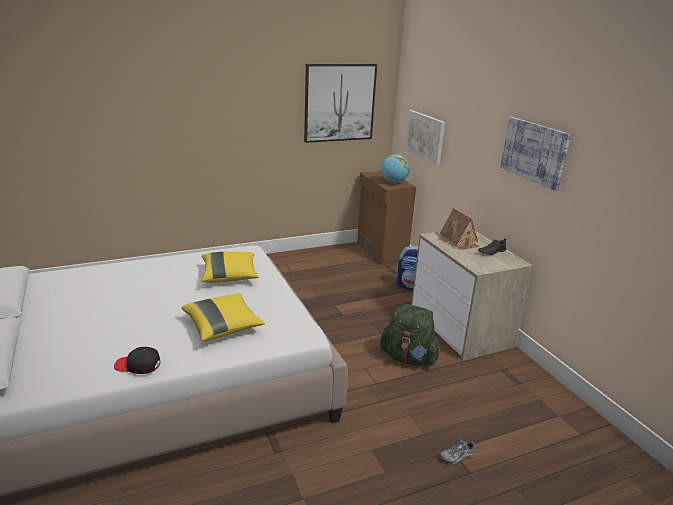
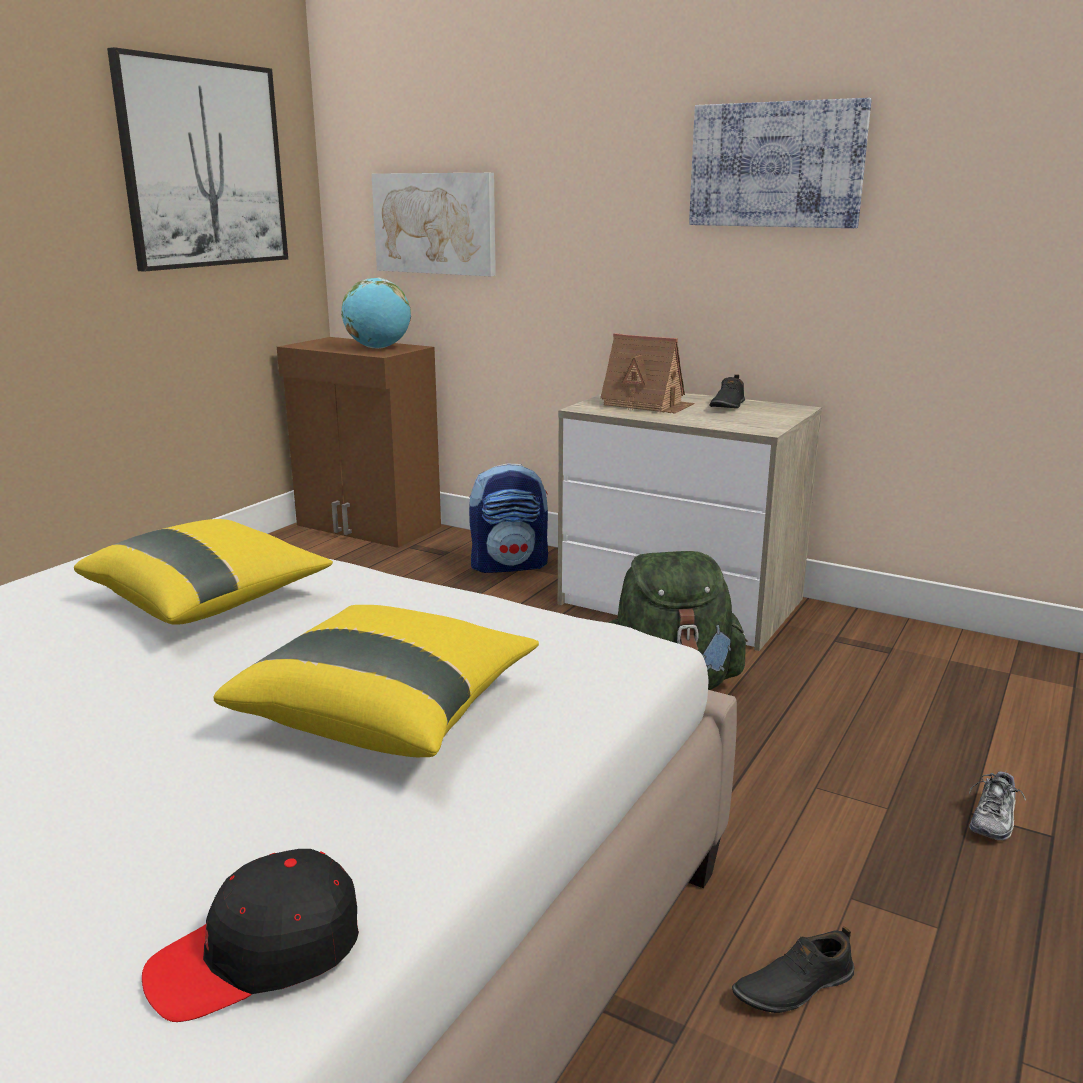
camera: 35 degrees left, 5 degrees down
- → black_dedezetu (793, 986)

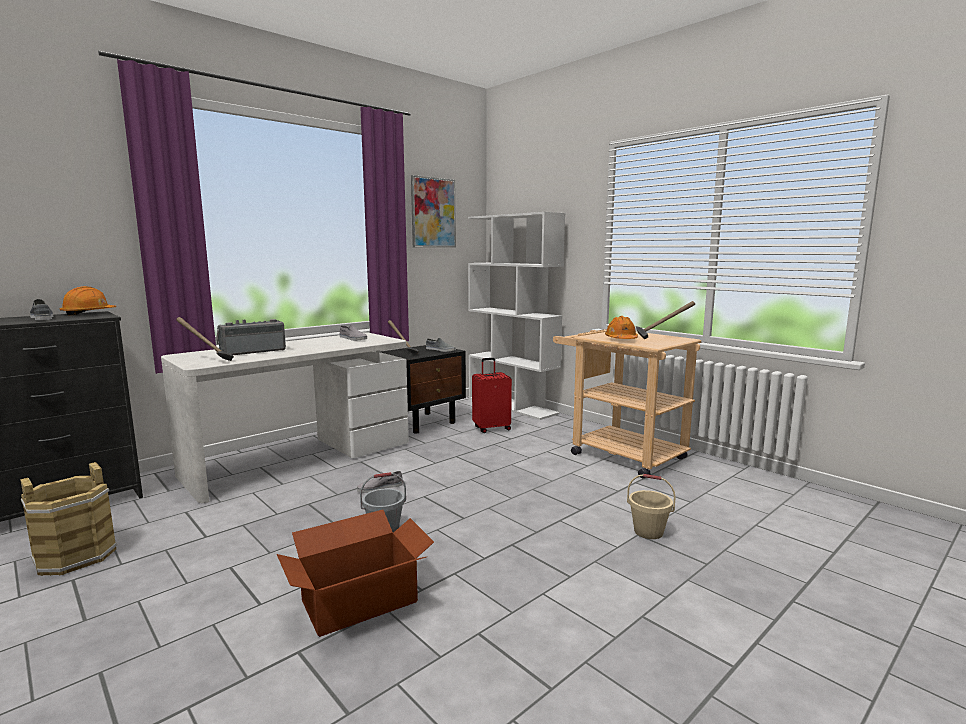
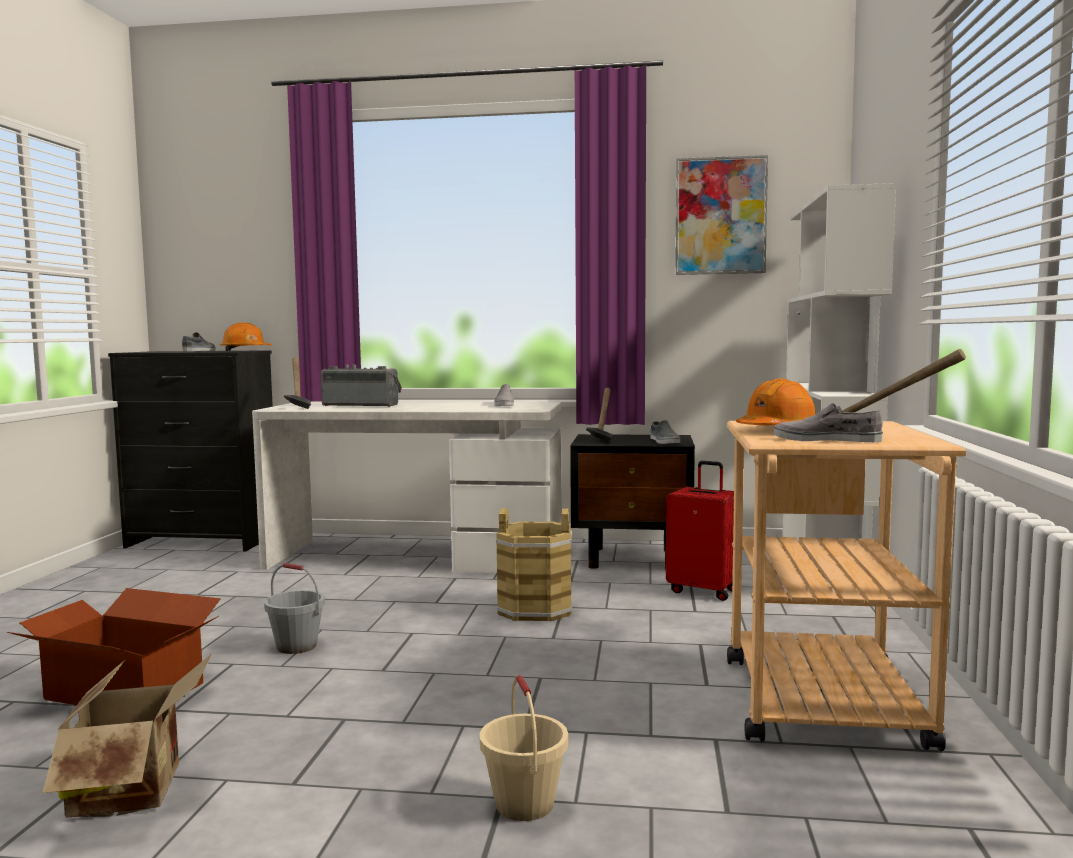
camera: 50 degrees right, 5 degrees down
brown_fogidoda (75, 555) → brown_fogidoda (535, 608), moved
grey_dedezetu (380, 487) → grey_dedezetu (827, 440), moved
- → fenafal (136, 790)

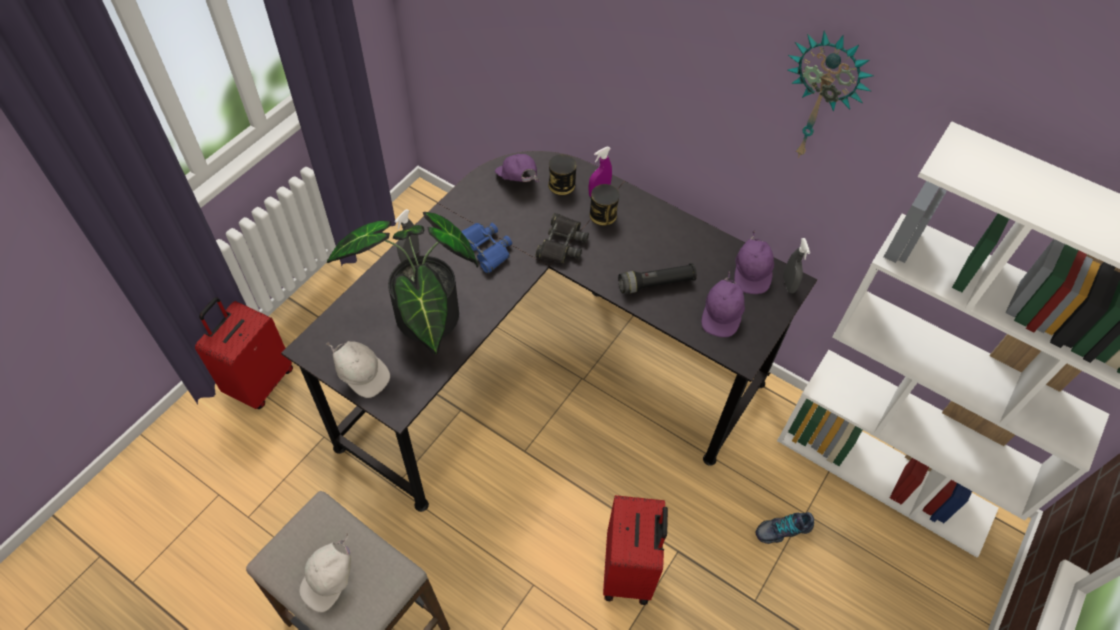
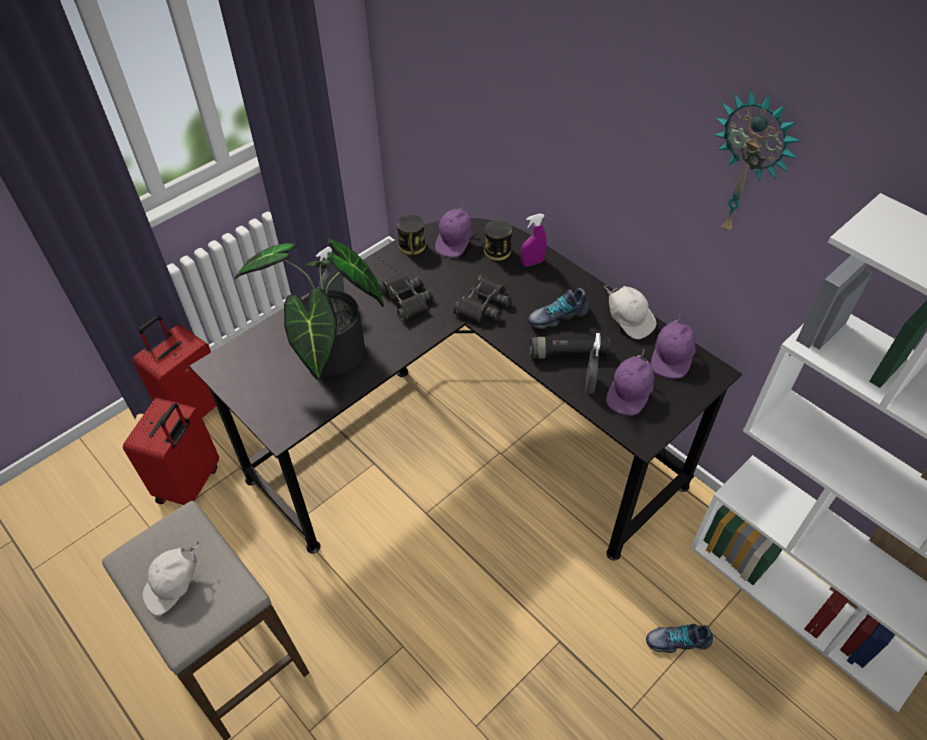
camera: 15 degrees right, 5 degrees down
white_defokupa (362, 374) → white_defokupa (629, 320), moved
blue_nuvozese (484, 249) → black_nuvozese (405, 300)
purple_defokupa (517, 180) → purple_defokupa (455, 242), 135 degrees counterclockwise
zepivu (603, 215) → zepivu (412, 246), moved
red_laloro (629, 570) → red_laloro (190, 484), moved
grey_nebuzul (788, 284) → grey_nebuzul (590, 384), moved
- → dedezetu (557, 316)

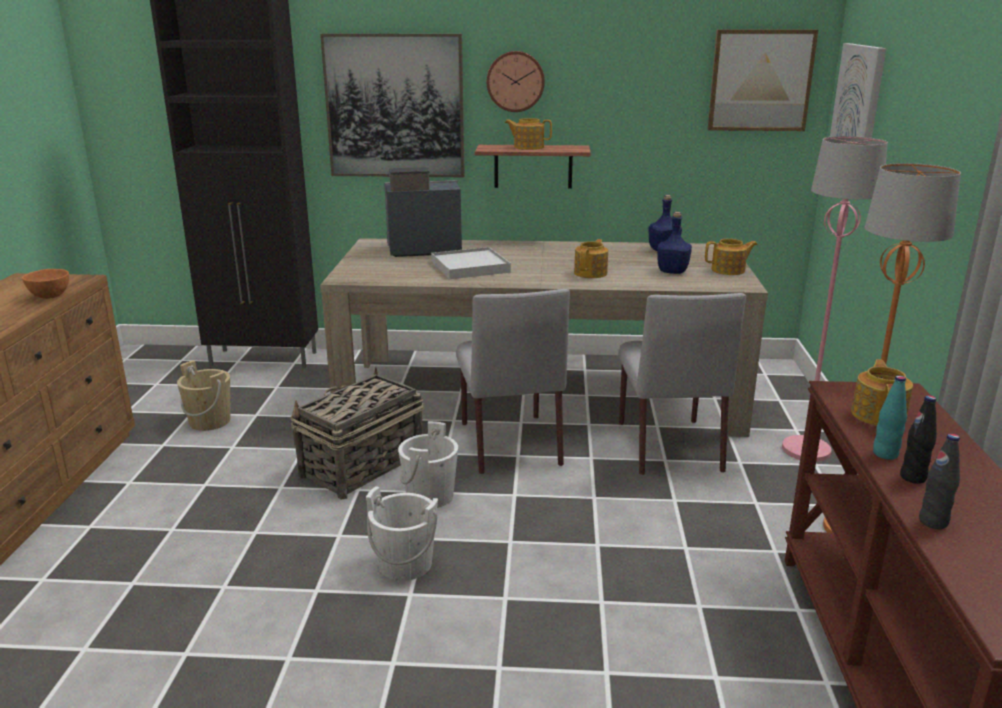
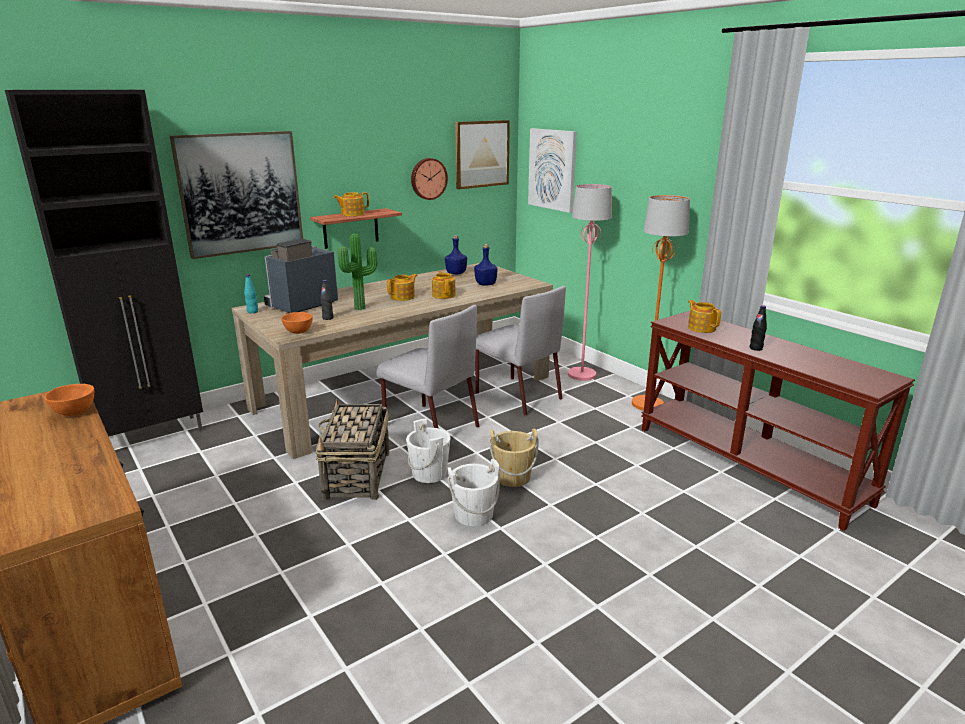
camera: 40 degrees left, 0 degrees up
beige_fogidoda (210, 421) → beige_fogidoda (512, 477), moved
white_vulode (470, 267) → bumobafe (361, 308)
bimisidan (515, 81) → bimisidan (428, 178), moved
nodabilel (729, 270) → nodabilel (403, 297), moved
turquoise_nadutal (885, 454) → turquoise_nadutal (252, 311), moved
black_nadutal (933, 522) → black_nadutal (328, 318), moved
- → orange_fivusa (298, 332)

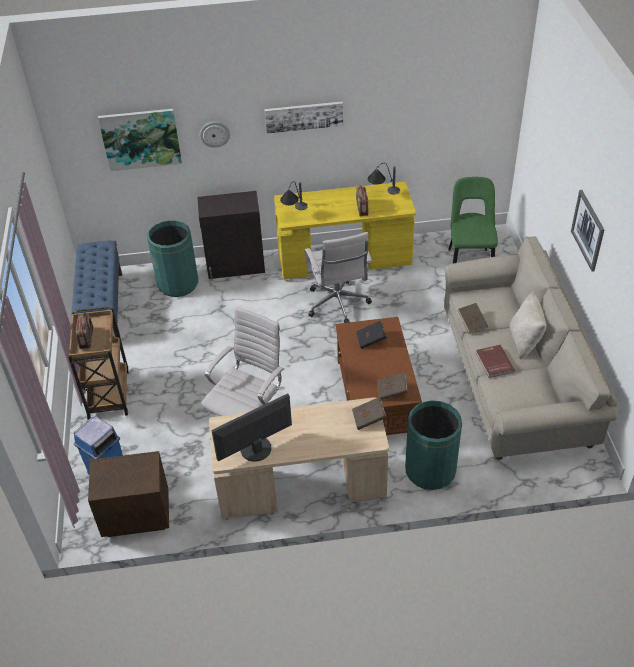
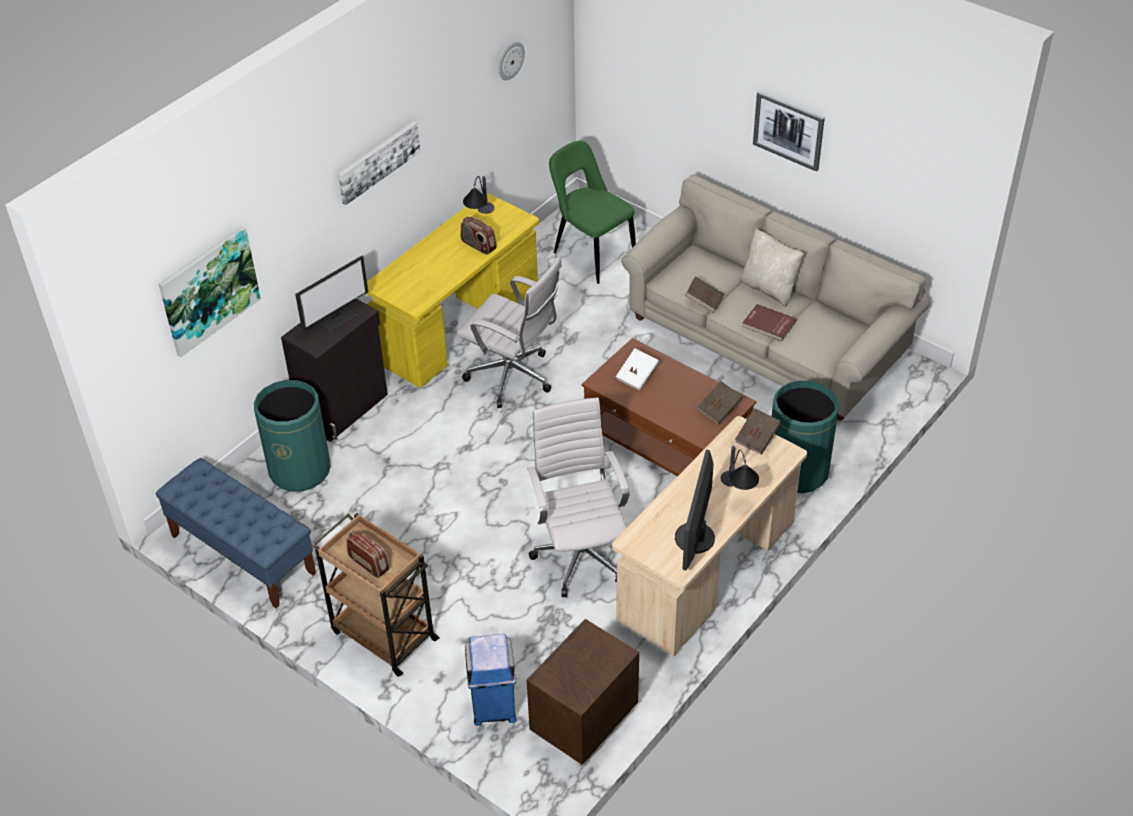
camera: 45 degrees left, 0 degrees up
bimisidan (214, 134) → bimisidan (510, 60), moved
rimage (294, 213) → rimage (737, 494), moved
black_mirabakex (371, 340) → white_mirabakex (637, 376)
- → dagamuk (336, 317)

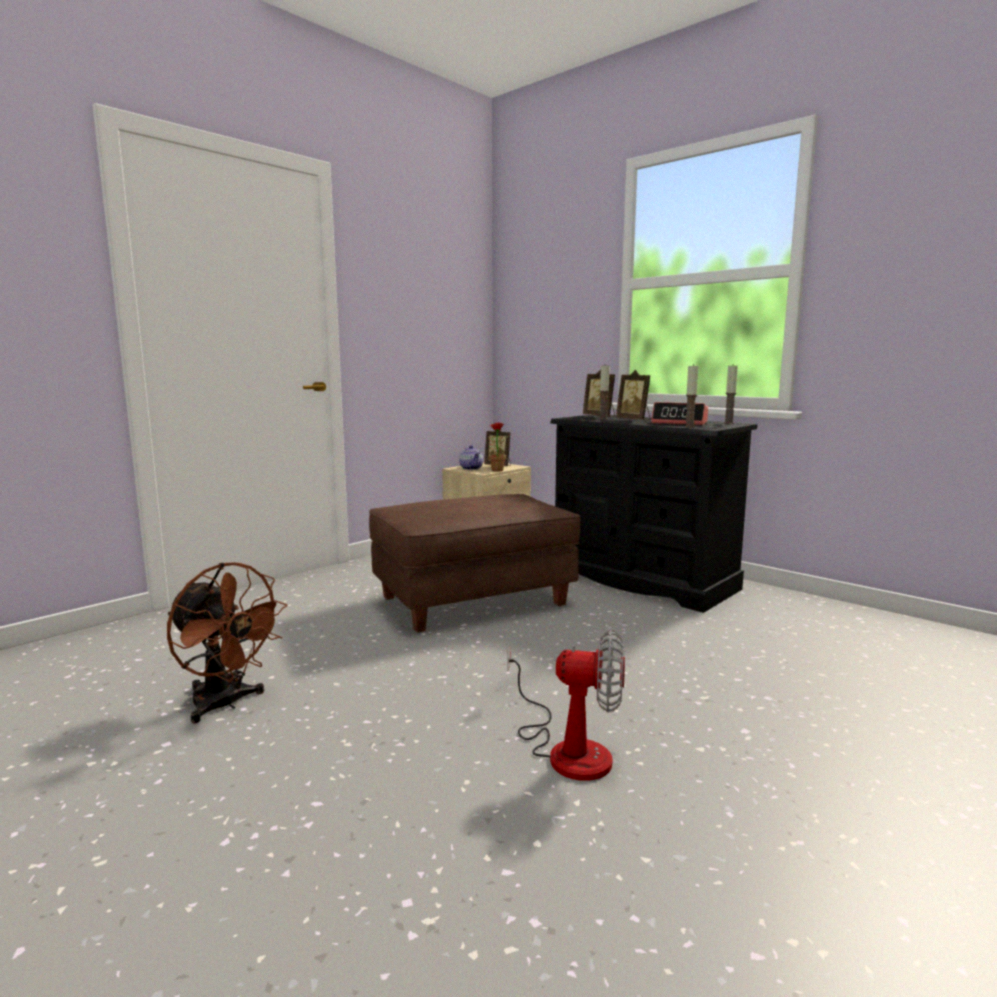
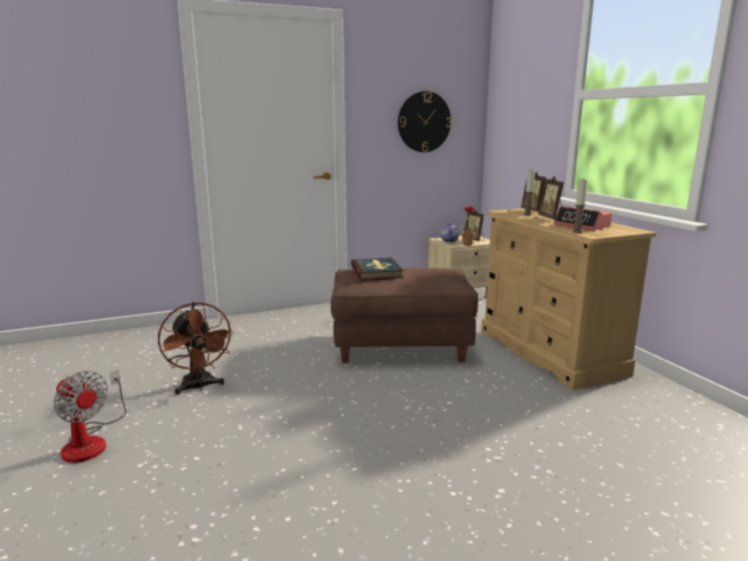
camera: 25 degrees right, 5 degrees up
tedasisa (567, 748) → tedasisa (91, 441), moved
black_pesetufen (642, 580) → beige_pesetufen (549, 352)
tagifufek (728, 423) → -
- → mirabakex (376, 272)
- → bimisidan (424, 122)

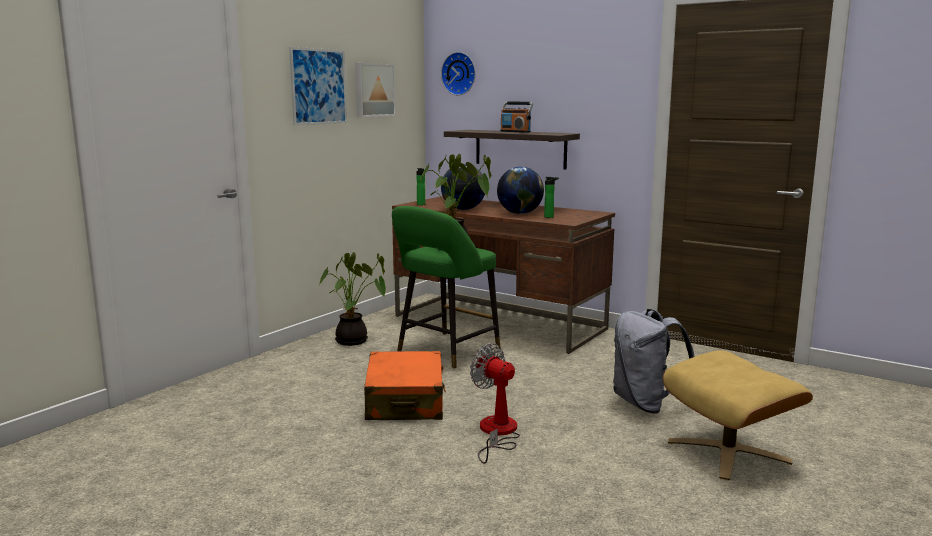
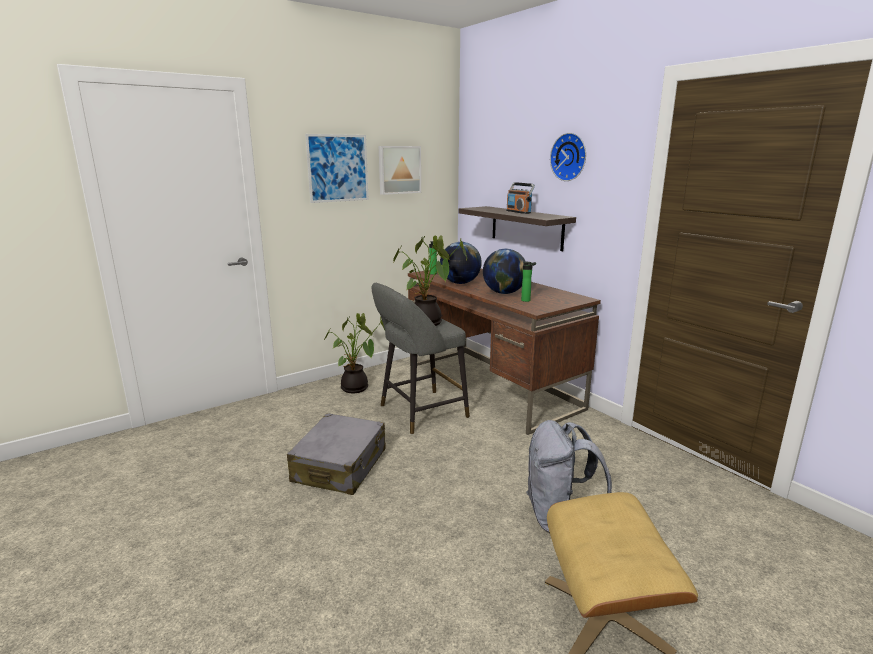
camera: 20 degrees right, 5 degrees up
orange_laloro (405, 401) → grey_laloro (340, 466)
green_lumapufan (445, 351) → grey_lumapufan (419, 412)
bimisidan (460, 73) → bimisidan (570, 157), moved
tedasisa (497, 433) → -

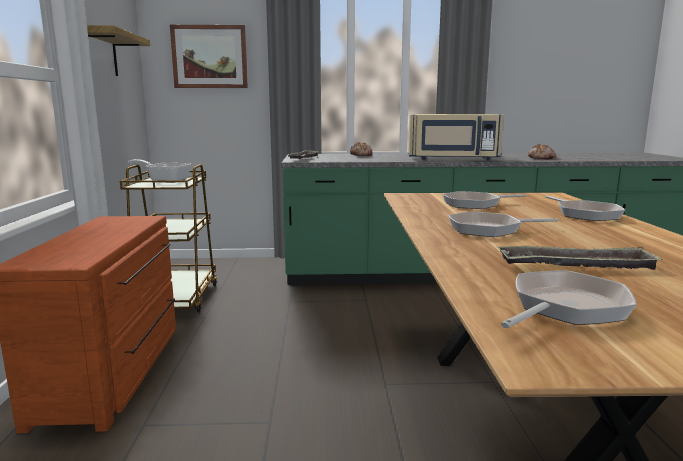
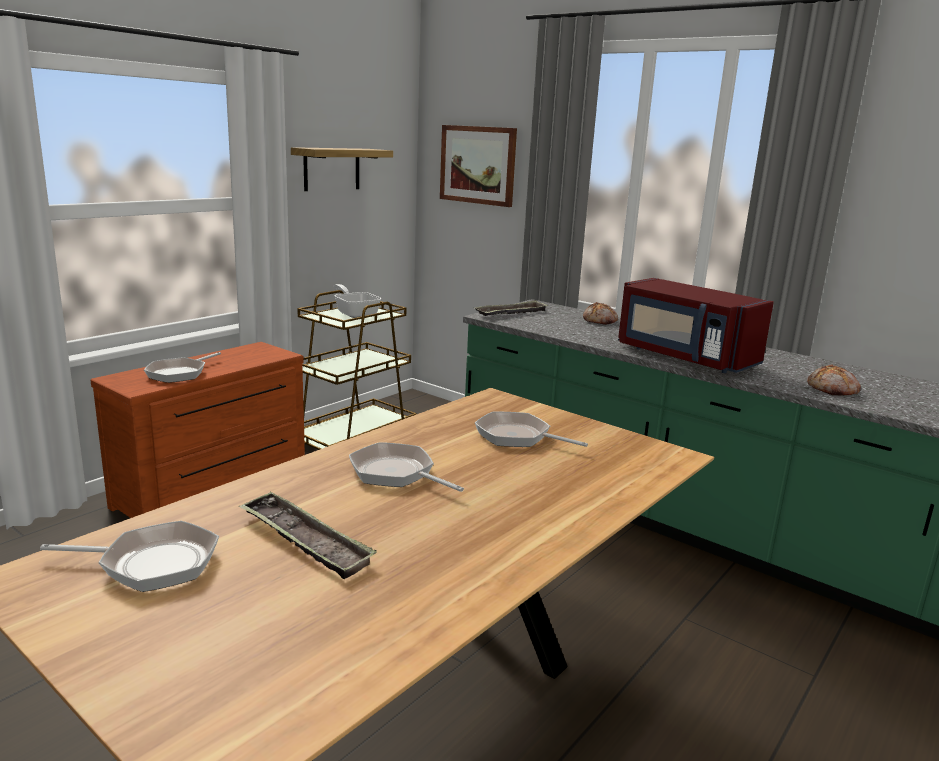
camera: 40 degrees right, 5 degrees up
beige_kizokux (452, 159) → red_kizokux (684, 357)
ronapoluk (585, 214) → ronapoluk (180, 373), moved

